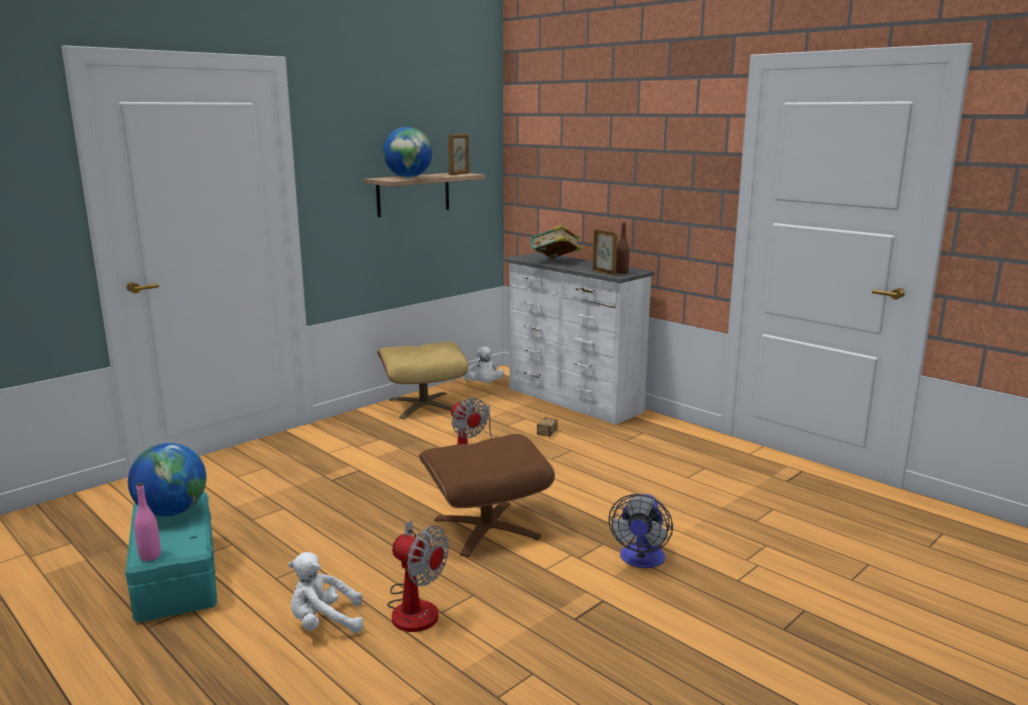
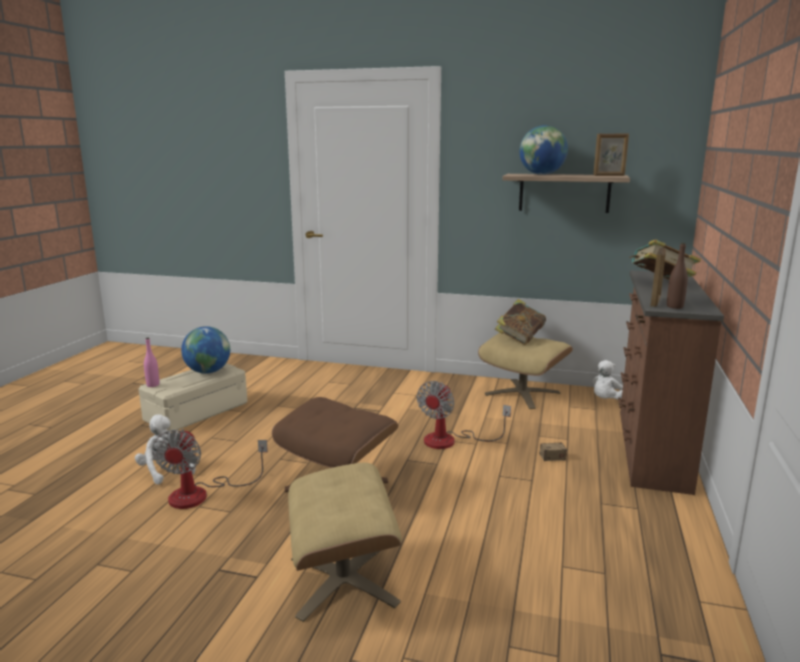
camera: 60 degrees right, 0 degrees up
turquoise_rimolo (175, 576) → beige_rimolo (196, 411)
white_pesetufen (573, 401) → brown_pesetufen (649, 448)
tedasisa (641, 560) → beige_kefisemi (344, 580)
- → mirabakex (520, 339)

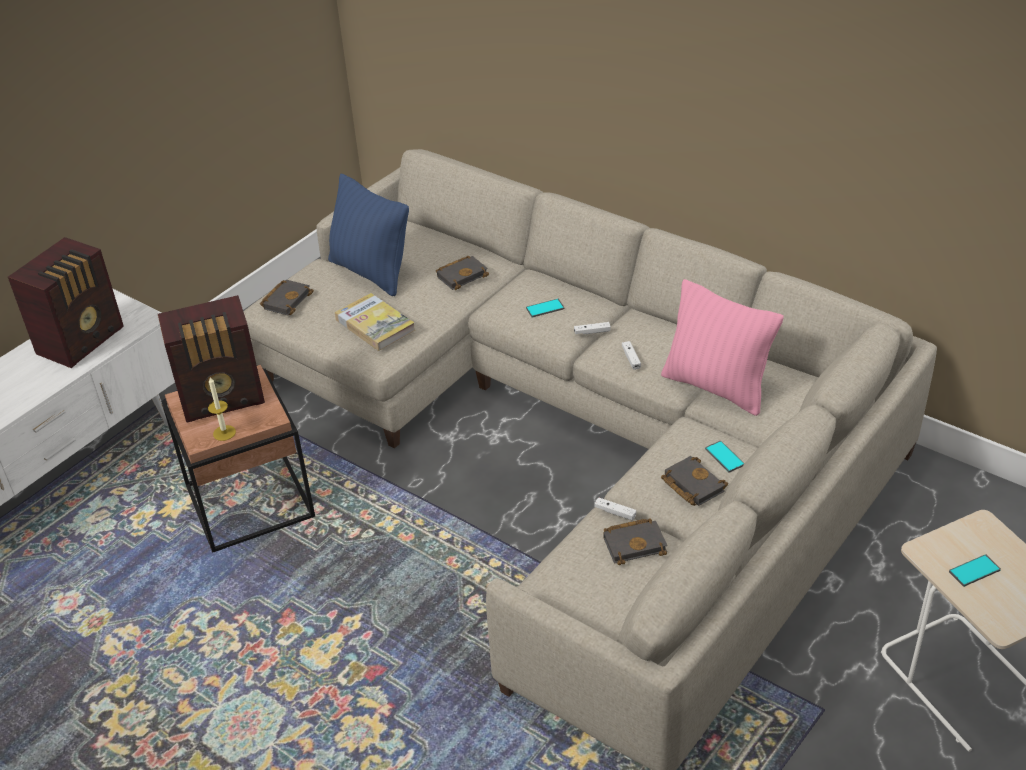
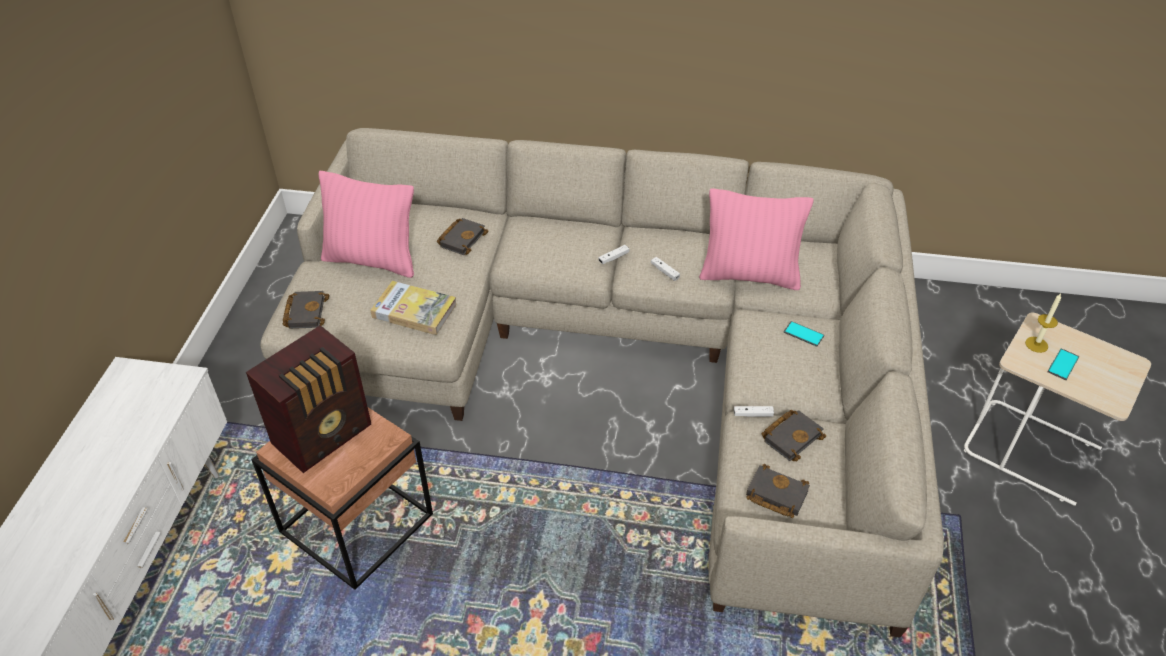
camera: 30 degrees left, 5 degrees up
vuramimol (83, 340) → -
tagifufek (224, 433) → tagifufek (1036, 344), moved
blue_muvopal (371, 272) → pink_muvopal (372, 260)
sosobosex (545, 308) → -
black_mirabakex (691, 485) → black_mirabakex (774, 495), moved

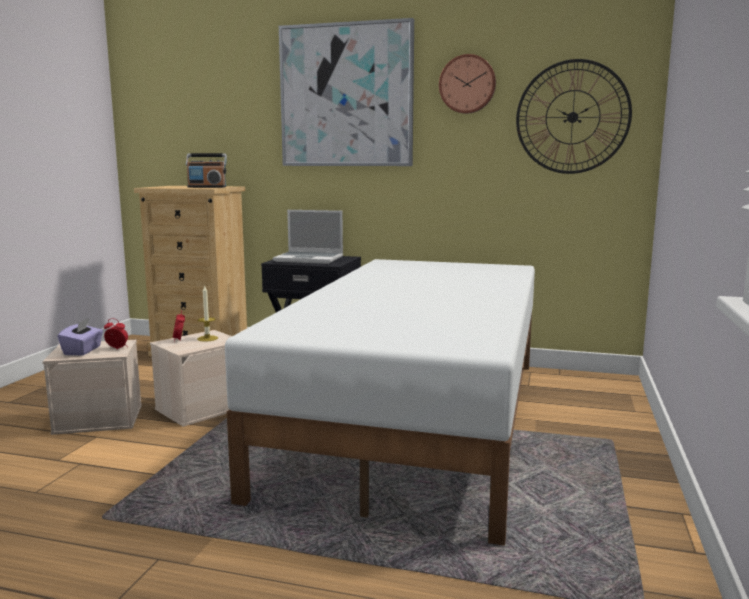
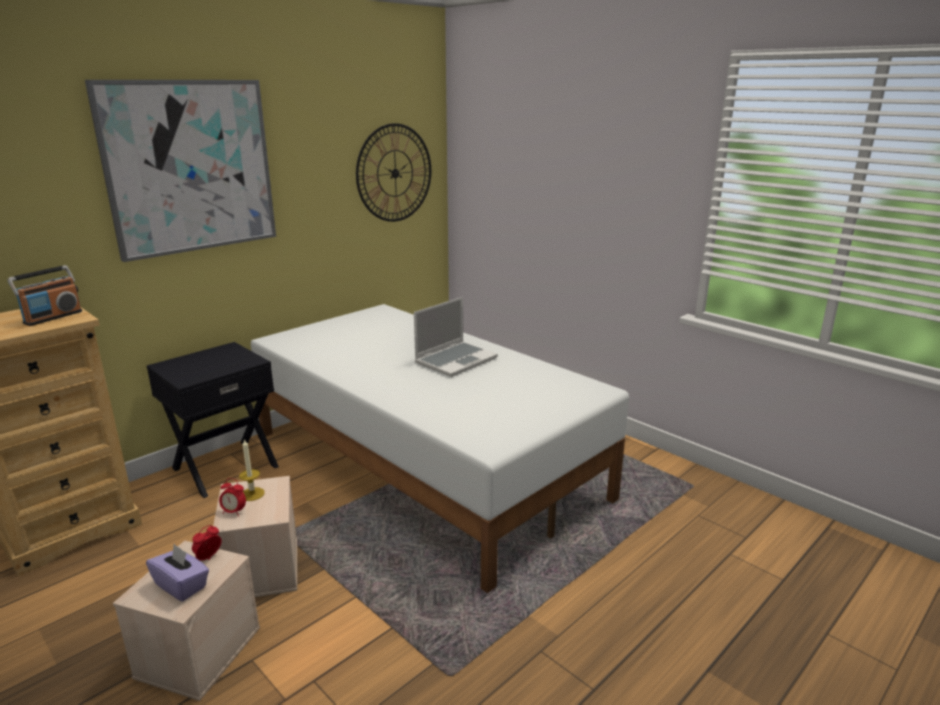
camera: 60 degrees left, 10 degrees up
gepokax (310, 259) → gepokax (456, 360), moved
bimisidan (467, 84) → -

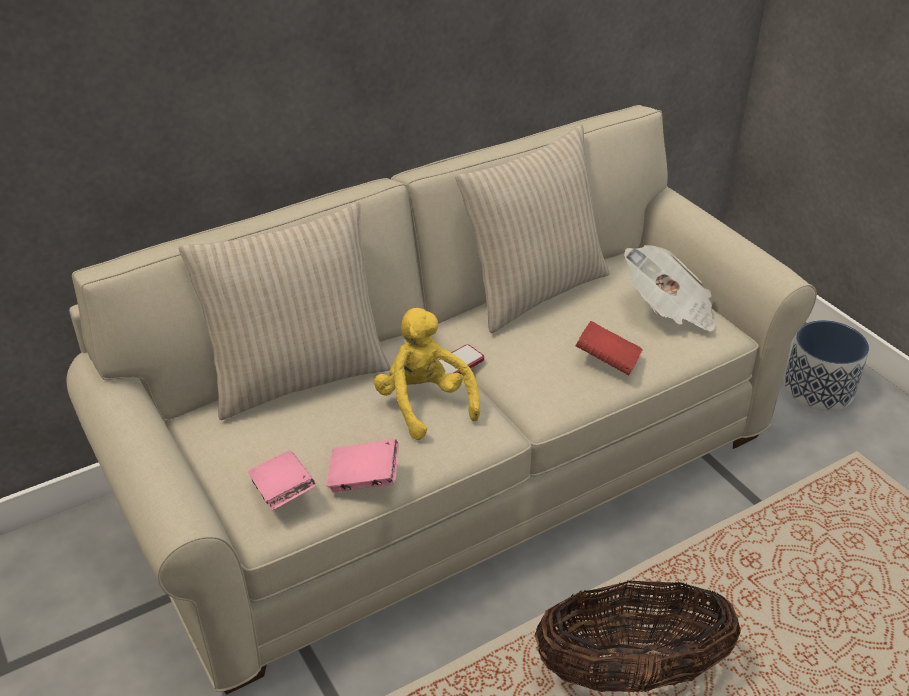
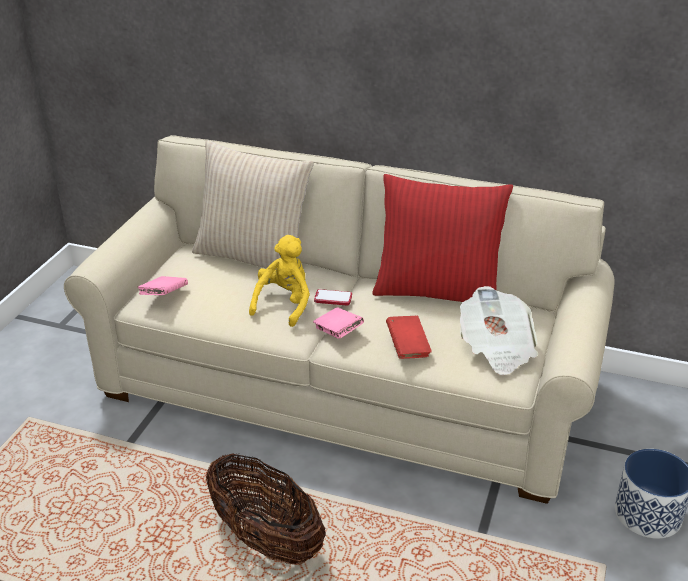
camera: 50 degrees right, 5 degrees down
pink_mirabakex (364, 479) → pink_mirabakex (338, 332), moved
beige_muvopal (533, 290) → red_muvopal (437, 291)

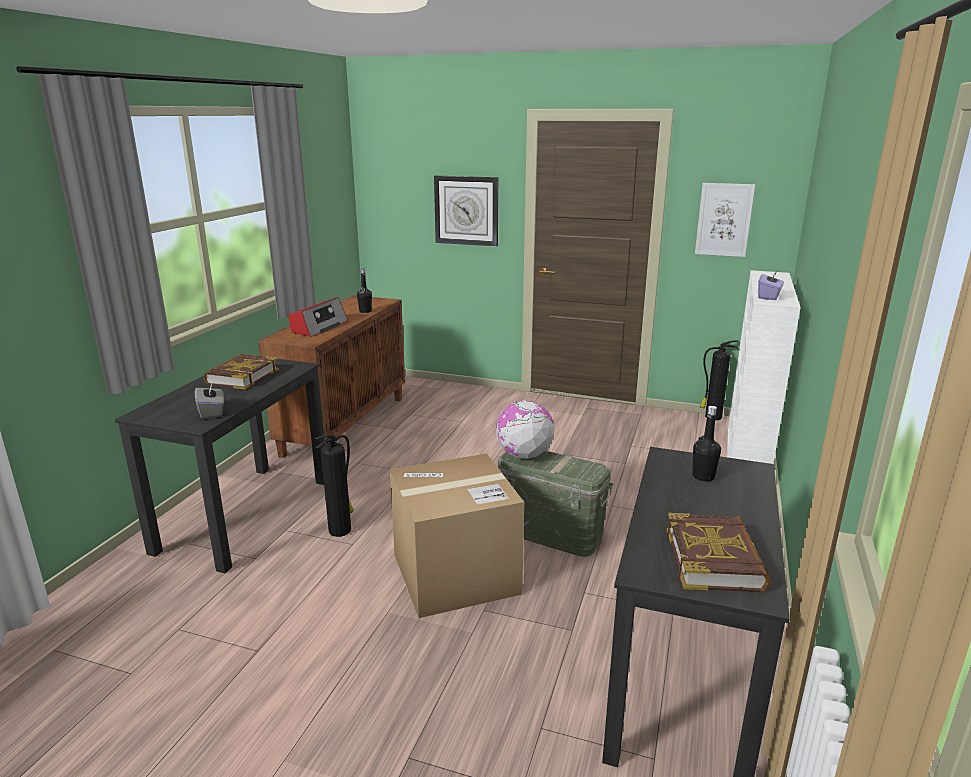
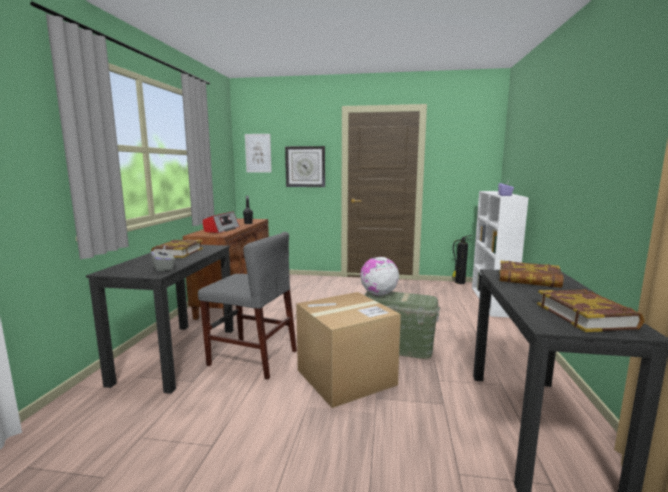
camera: 10 degrees left, 10 degrees down
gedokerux (341, 530) → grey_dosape (252, 358)
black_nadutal (703, 476) → mirabakex (528, 279)
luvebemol (724, 220) → luvebemol (258, 153), moved

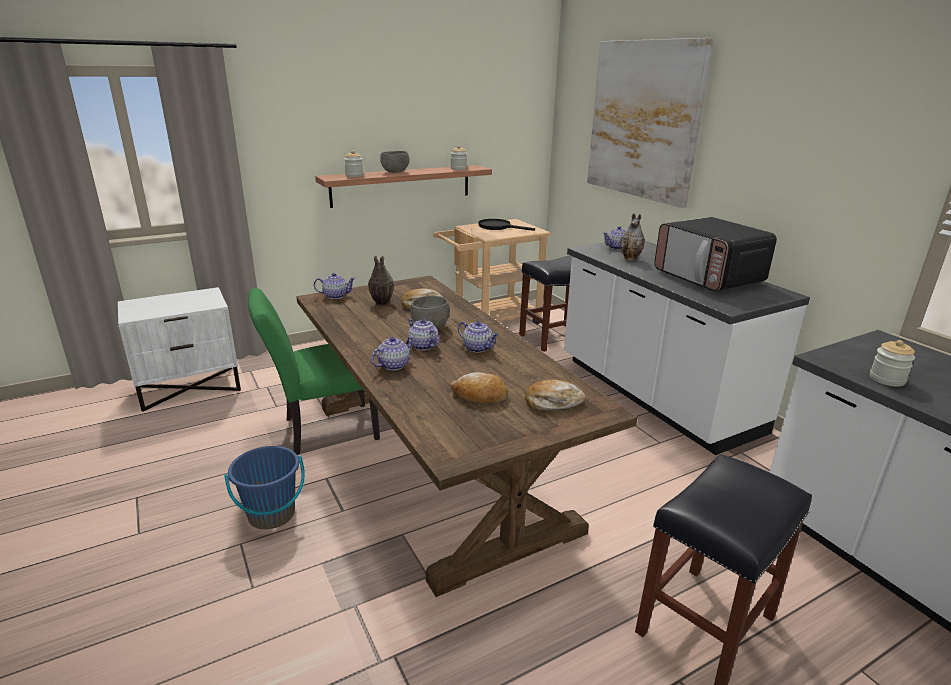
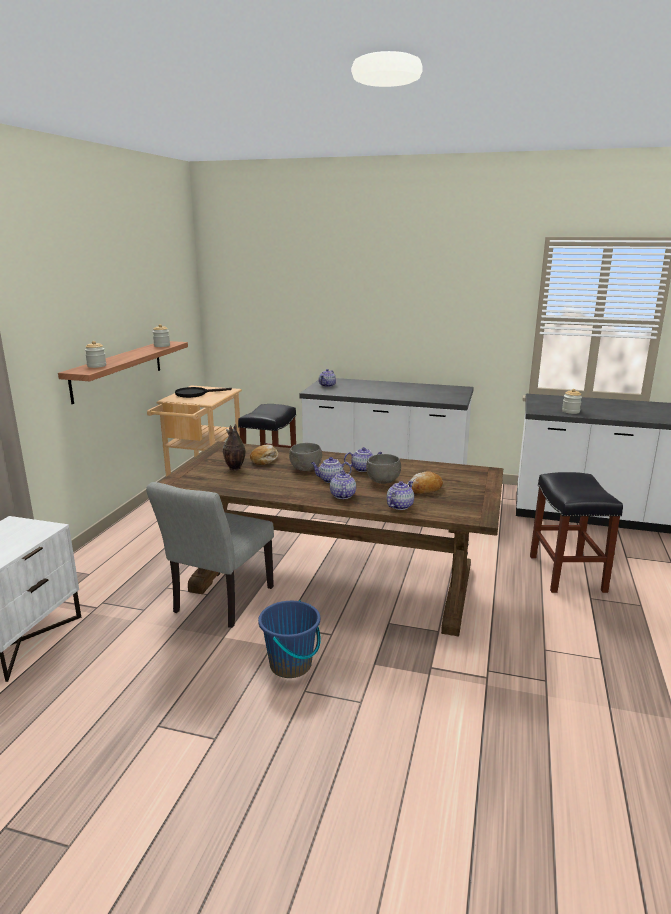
camera: 45 degrees left, 5 degrees down
green_dosape (323, 430) → grey_dosape (219, 603)
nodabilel (335, 296) → nodabilel (399, 506), moved
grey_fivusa (395, 172) → grey_fivusa (382, 481), moved
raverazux (553, 402) → -
luvebemol (643, 120) → -
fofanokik (631, 259) → -
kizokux (708, 277) → -

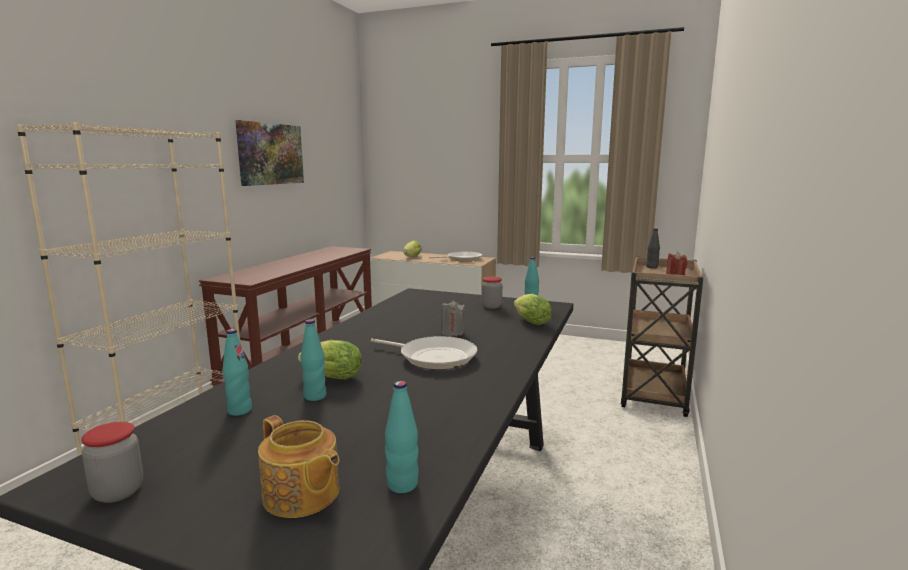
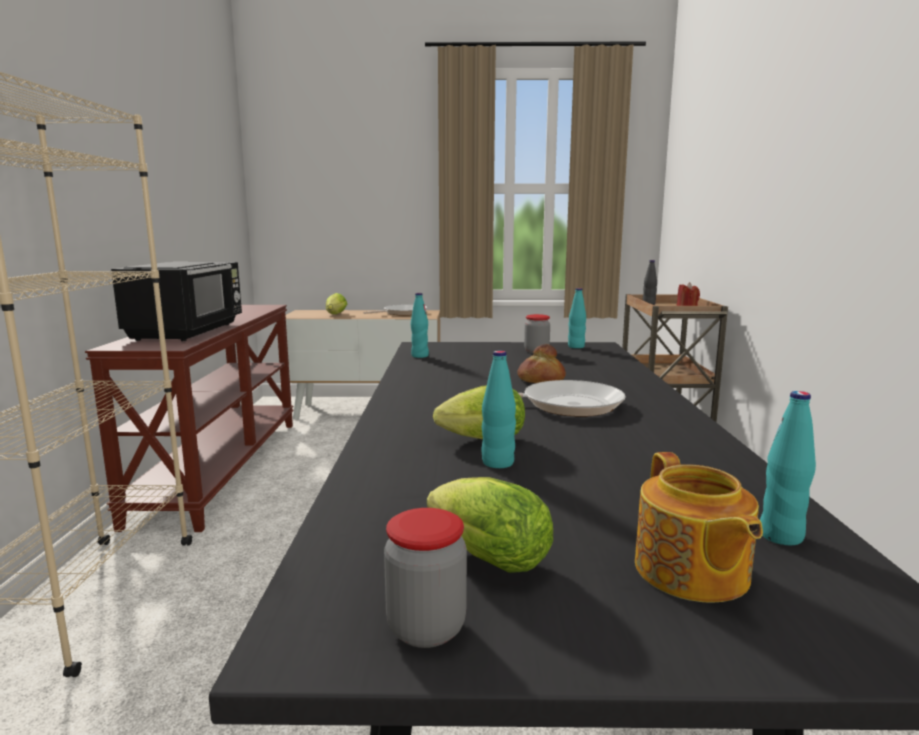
camera: 20 degrees left, 0 degrees up
turquoise_nadutal (239, 410) → turquoise_nadutal (419, 356), moved
luvebemol (270, 154) → -
nodabilel (301, 495) → nodabilel (690, 572), 60 degrees clockwise
grey_tagifufek (452, 333) → raverazux (540, 380)
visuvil (529, 322) → visuvil (482, 557), moved
- → black_kizokux (188, 331)

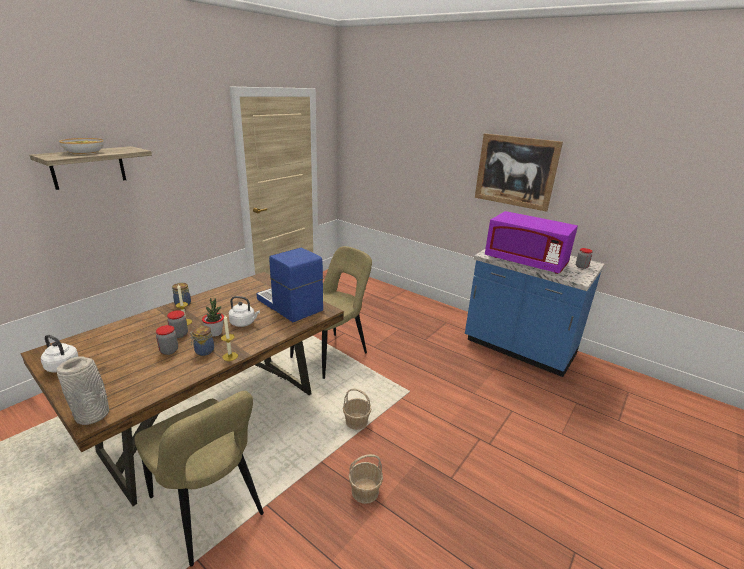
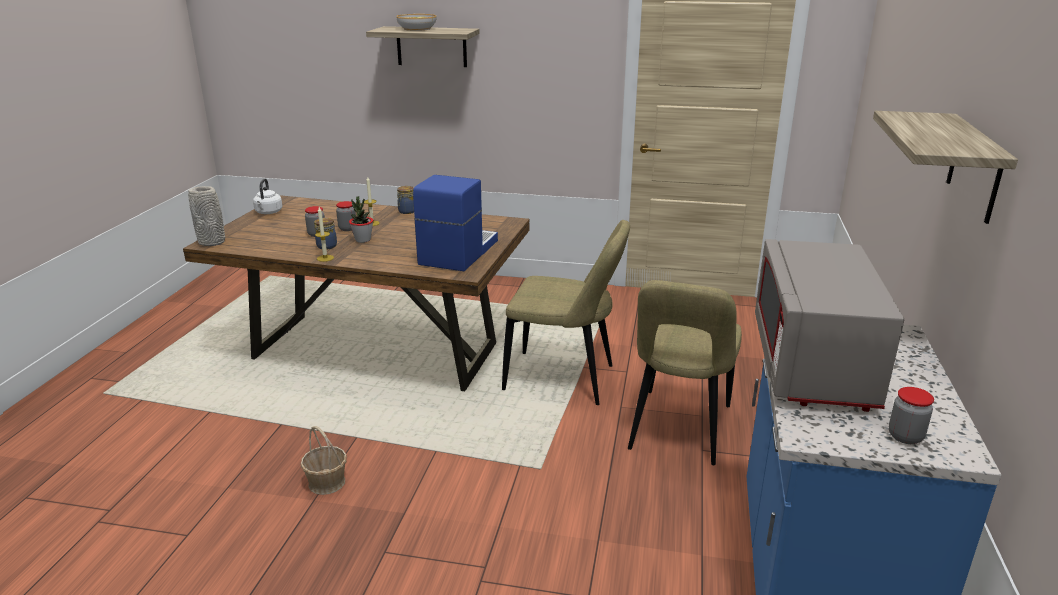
camera: 65 degrees right, 0 degrees up
beige_dosape (209, 509) → beige_dosape (678, 431), moved
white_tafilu (244, 323) → -
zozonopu (356, 422) → -
luvebemol (515, 171) → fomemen (975, 168)
purple_kizokux (525, 262) → grey_kizokux (811, 364)

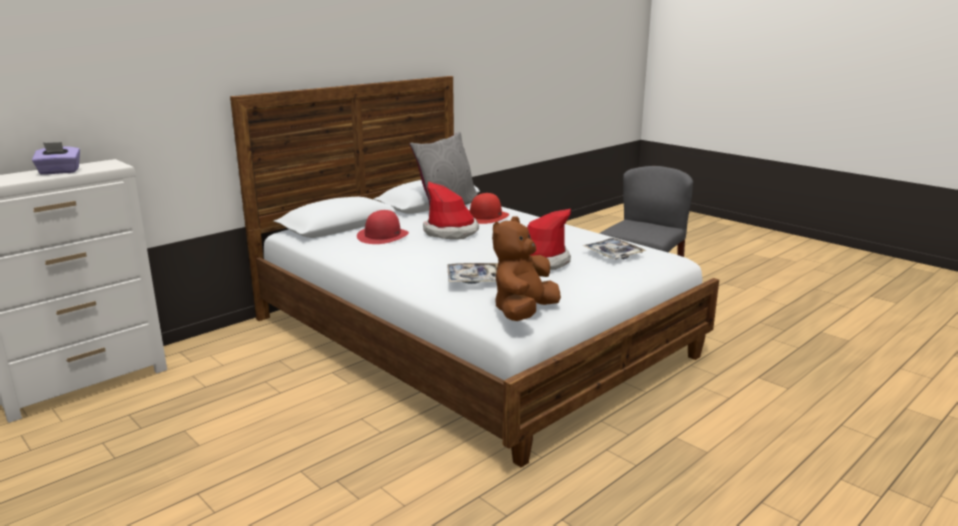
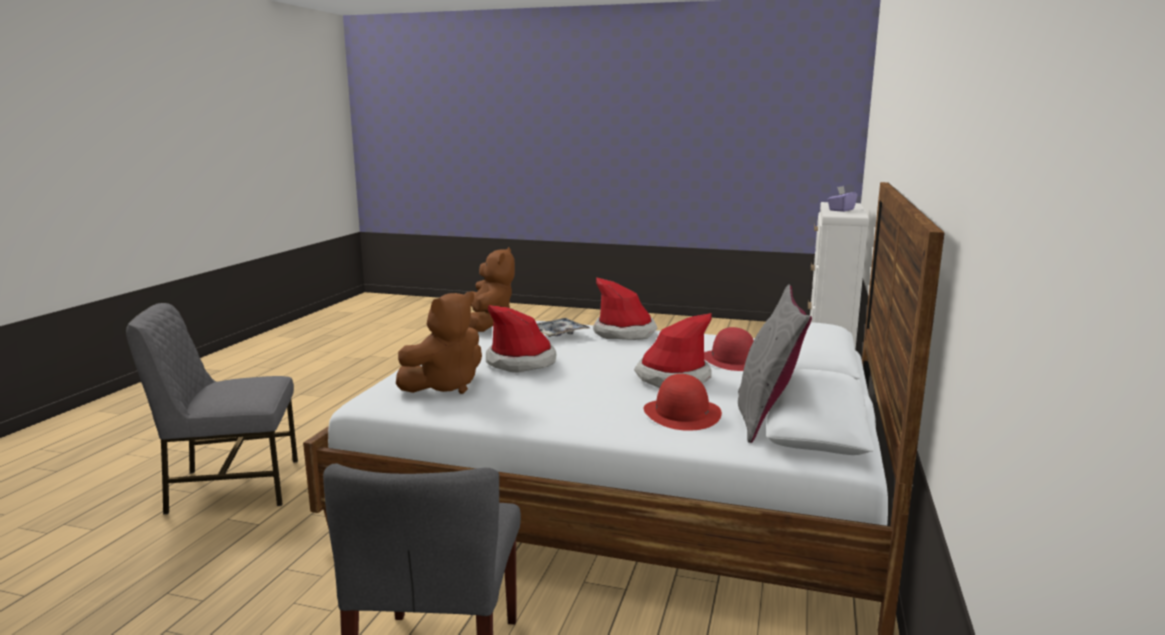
camera: 150 degrees right, 5 degrees down
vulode (613, 254) → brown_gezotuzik (445, 386)
- → grey_dosape (232, 486)
- → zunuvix (624, 332)

